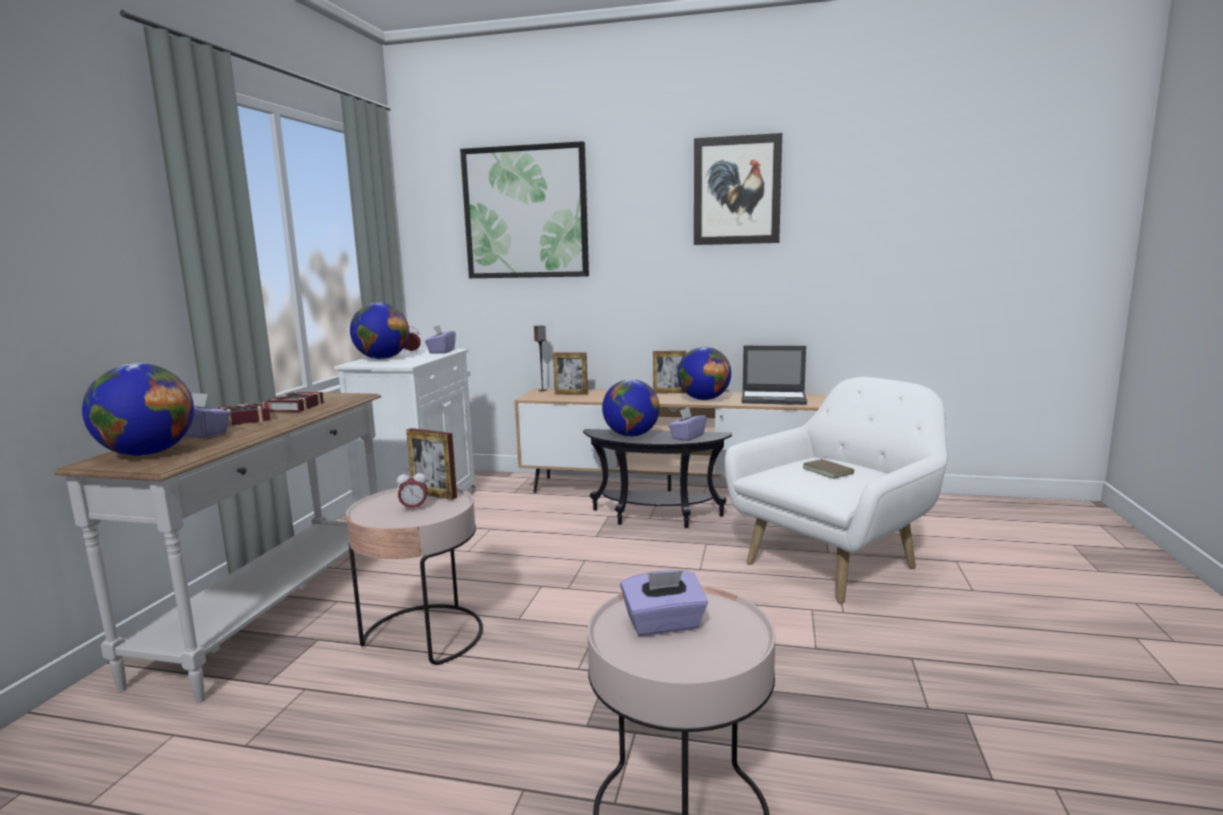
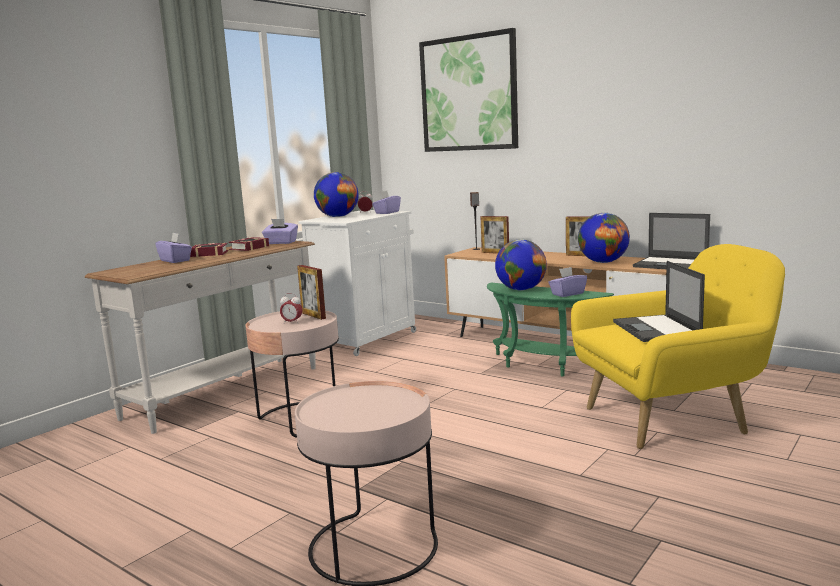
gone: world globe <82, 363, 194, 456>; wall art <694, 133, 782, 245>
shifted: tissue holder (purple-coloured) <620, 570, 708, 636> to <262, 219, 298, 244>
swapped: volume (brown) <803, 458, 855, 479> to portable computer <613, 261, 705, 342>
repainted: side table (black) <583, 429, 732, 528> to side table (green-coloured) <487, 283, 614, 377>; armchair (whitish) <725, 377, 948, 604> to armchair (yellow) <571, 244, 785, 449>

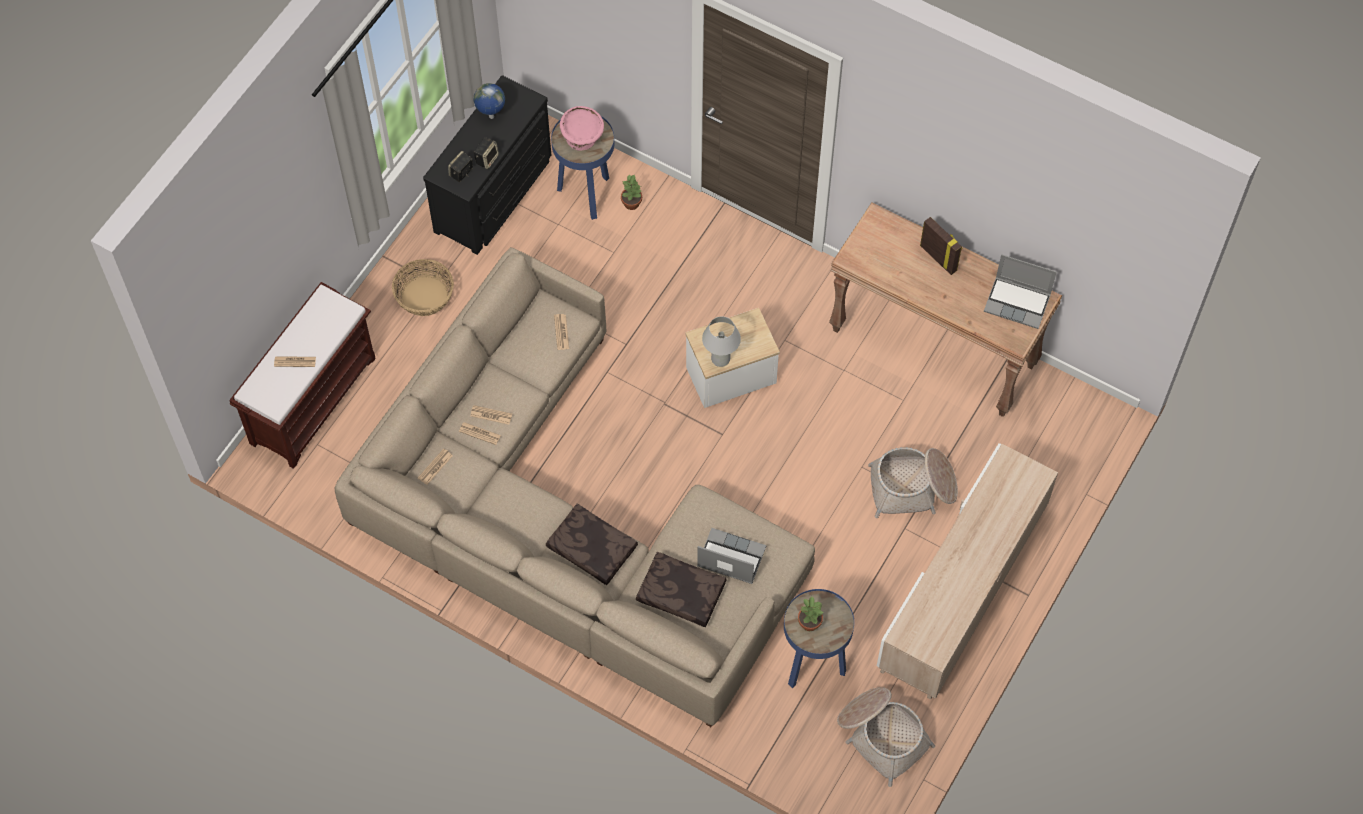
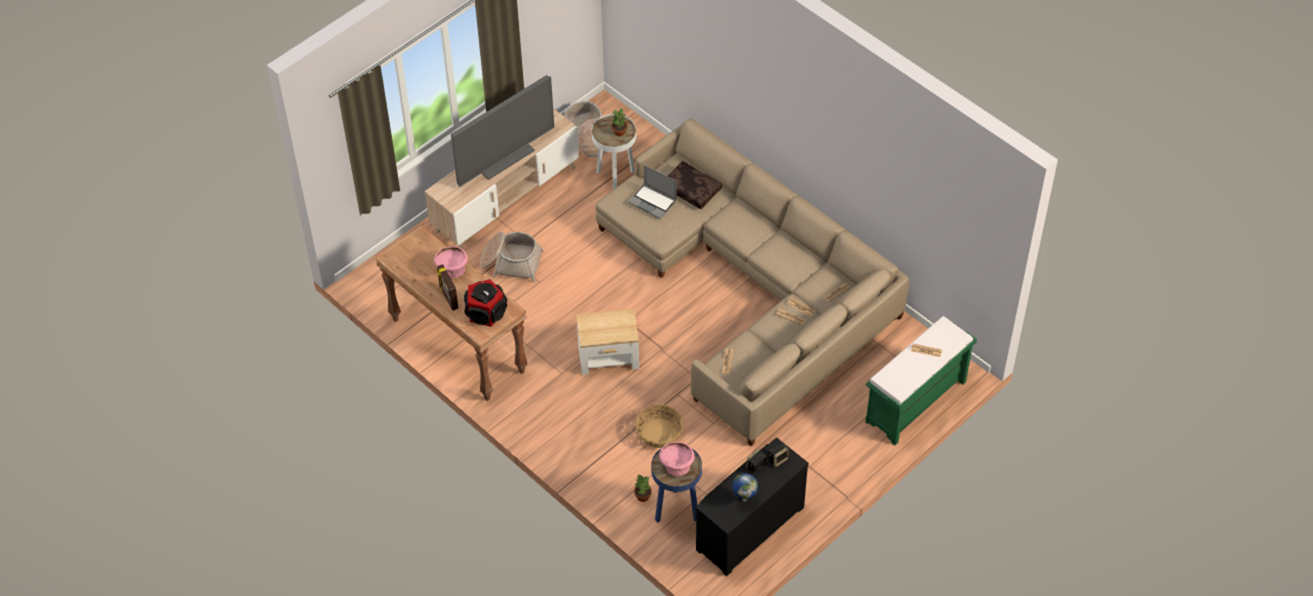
gone: cushion (brown) <546, 504, 638, 585>; tabletop lamp (whitish) <702, 316, 741, 367>; portable computer <984, 254, 1057, 329>
new: bowl (pinkish) <434, 246, 468, 278>; TV set <451, 75, 554, 187>; loudspeaker <464, 279, 507, 327>
shifted: basket <392, 259, 454, 316> to <635, 405, 683, 448>
repainted: long seat (brown) <229, 282, 376, 469> to long seat (green-coloured) <865, 316, 977, 445>; side table (blue) <784, 589, 854, 688> to side table (whitish) <591, 114, 636, 190>

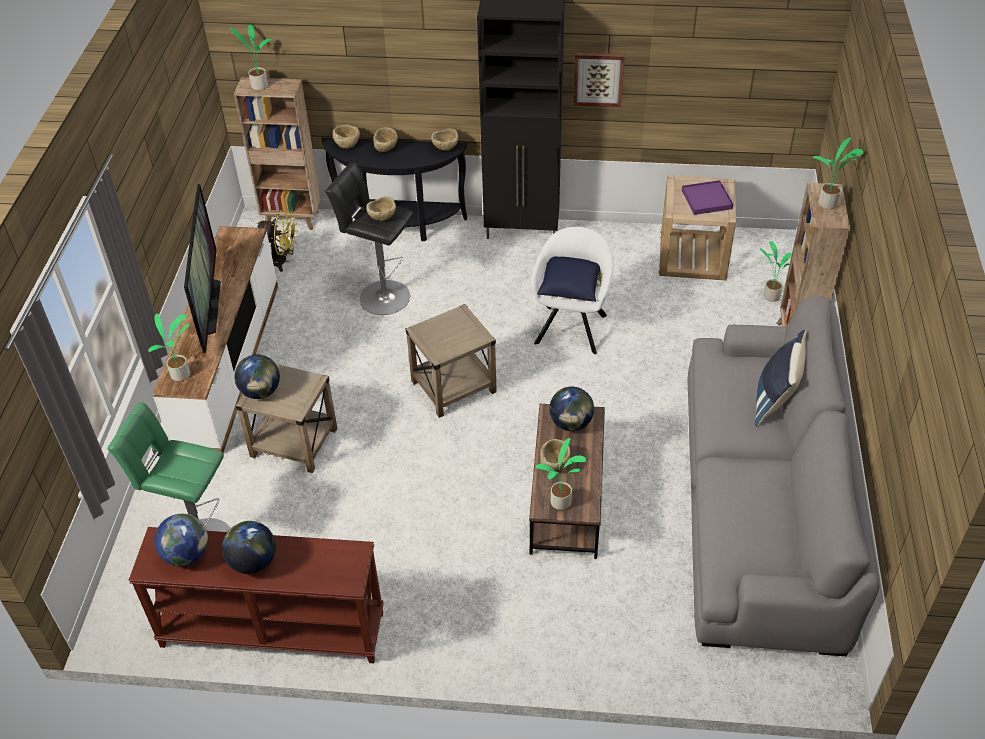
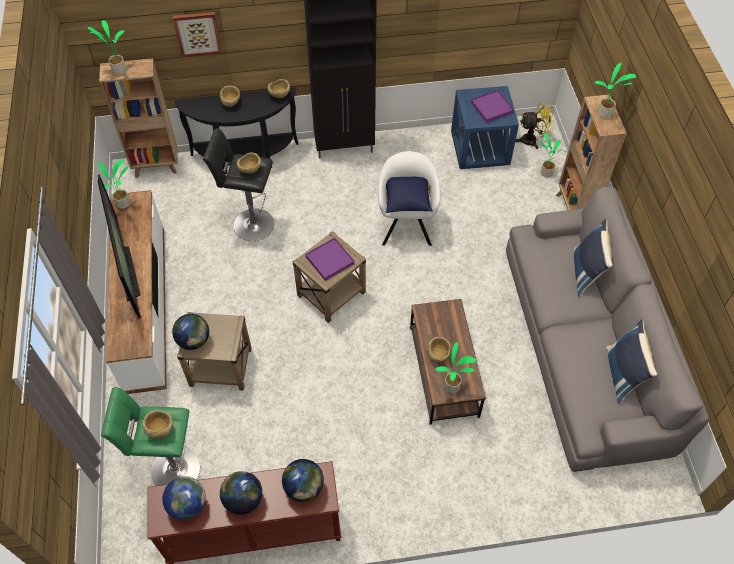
new: serving tray (purple-coloured) <305, 238, 355, 281>; cushion (blue) <606, 319, 657, 404>
shifted: plant in a pot <148, 314, 190, 381> to <98, 159, 130, 209>; cooling fan (yellow) <256, 210, 298, 272> to <515, 102, 554, 149>; bowl (beige) <333, 125, 360, 149> to <142, 410, 173, 439>; world globe <549, 387, 594, 431> to <282, 459, 324, 502>; wall art <573, 53, 625, 107> to <173, 12, 222, 57>
repainted: side table (beige) <659, 175, 736, 280> to side table (blue) <451, 86, 519, 169>

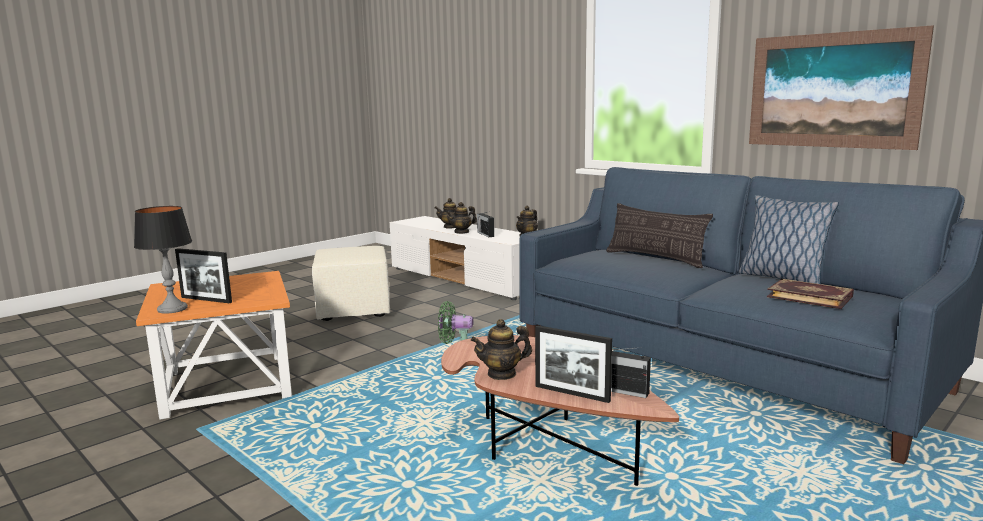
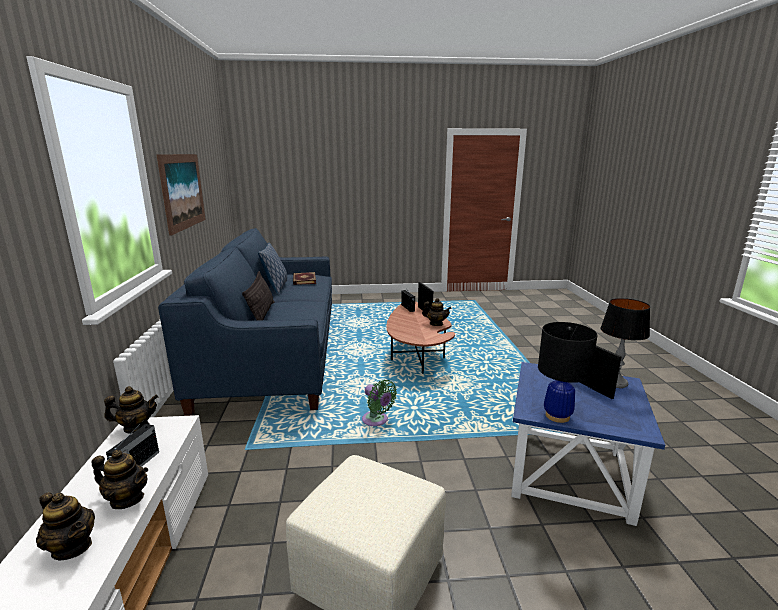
new: tabletop lamp (black) <538, 322, 597, 423>
repainted: side table (orange-coloured) <136, 271, 292, 420> to side table (blue) <511, 362, 665, 526>

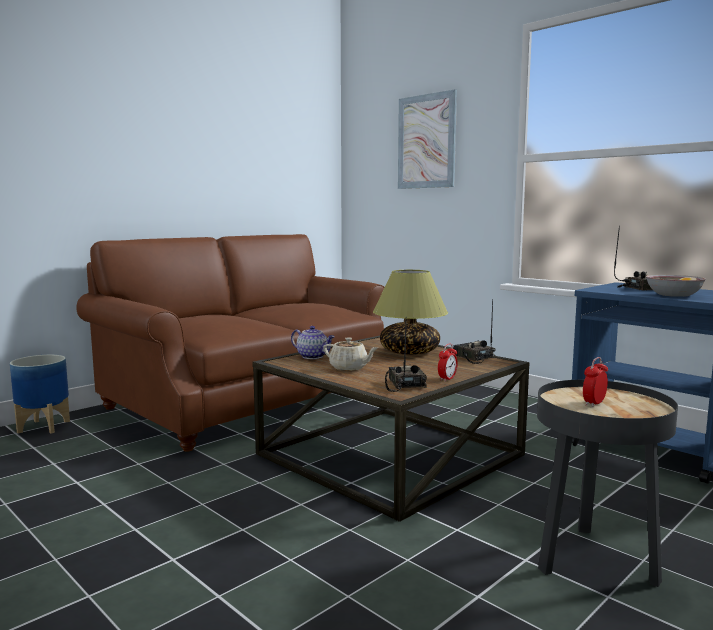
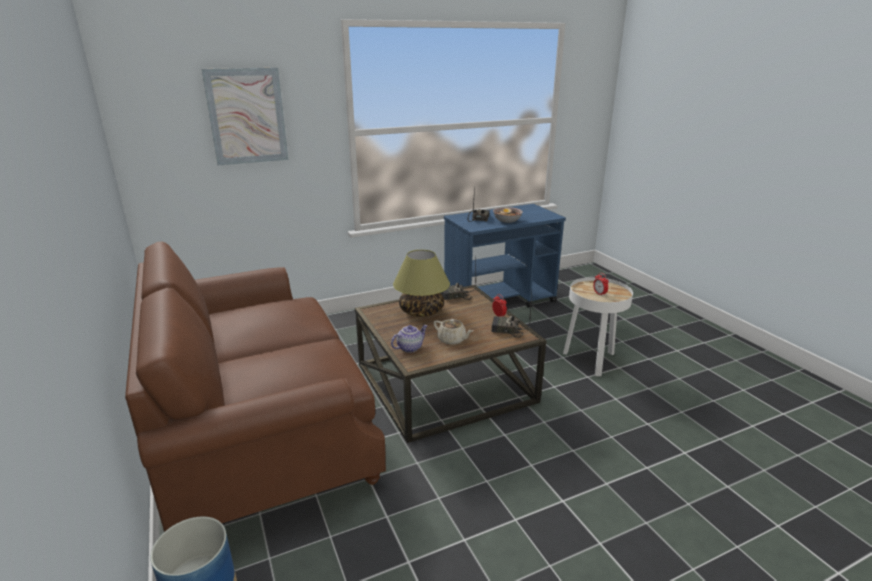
repainted: side table (black) <537, 380, 678, 587> to side table (whitish) <563, 277, 633, 376>
rotated: tea pot (beige) <323, 337, 377, 371> = <433, 319, 473, 345> 75 degrees clockwise

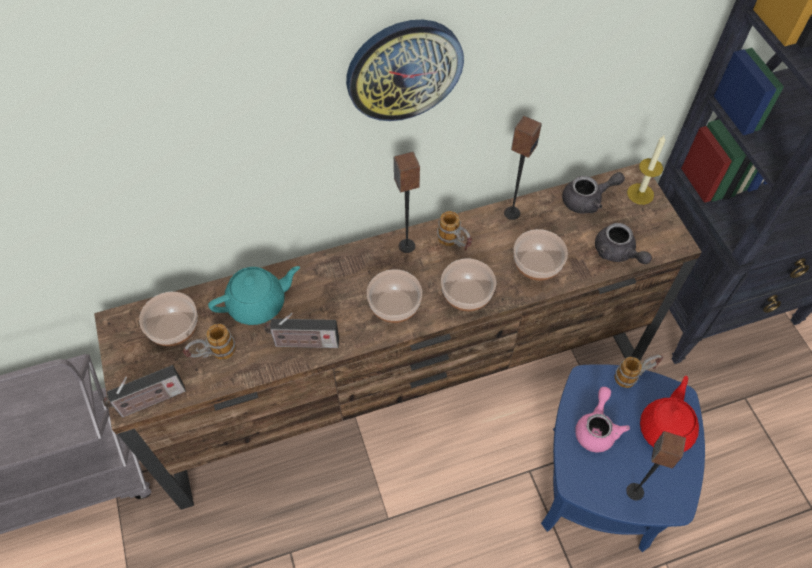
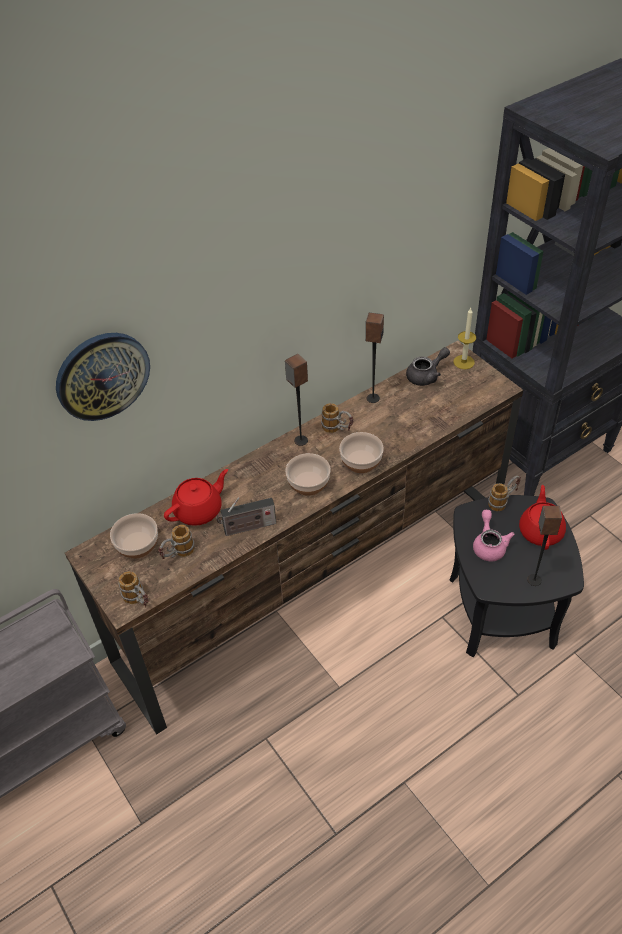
gone: bowl <514, 229, 568, 281>; tea pot (grey) <595, 223, 652, 264>
shifted: wall clock <346, 20, 464, 121> to <56, 333, 150, 421>
swapped: radio <103, 365, 186, 418> to mug <119, 571, 149, 608>
repainted: tea pot (turquoise) <208, 266, 300, 325> to tea pot (reddish) <164, 469, 228, 526>; side table (blue) <541, 364, 705, 552> to side table (black) <449, 495, 584, 657>

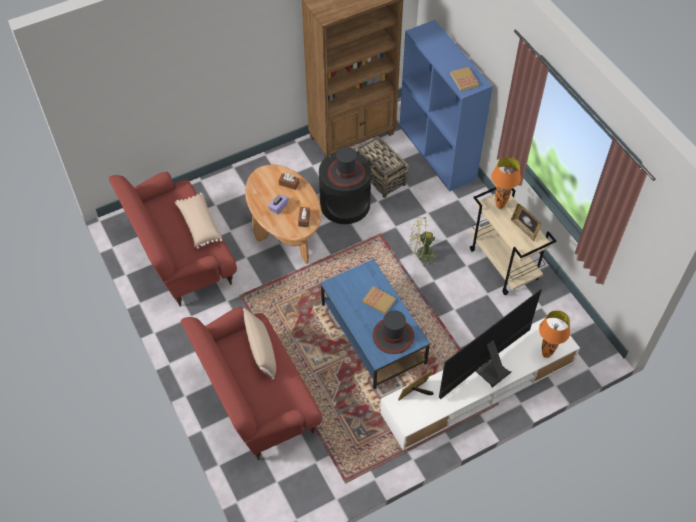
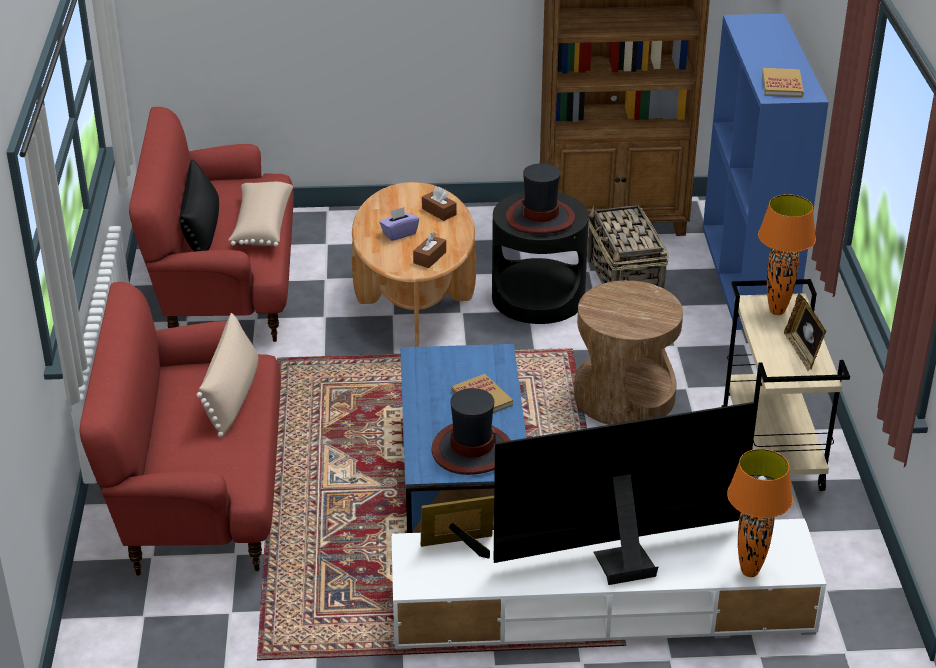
new: cushion (black) <180, 159, 219, 252>
swapped: cooling fan (green-coloured) <409, 217, 440, 266> to side table (brown) <574, 280, 683, 425>

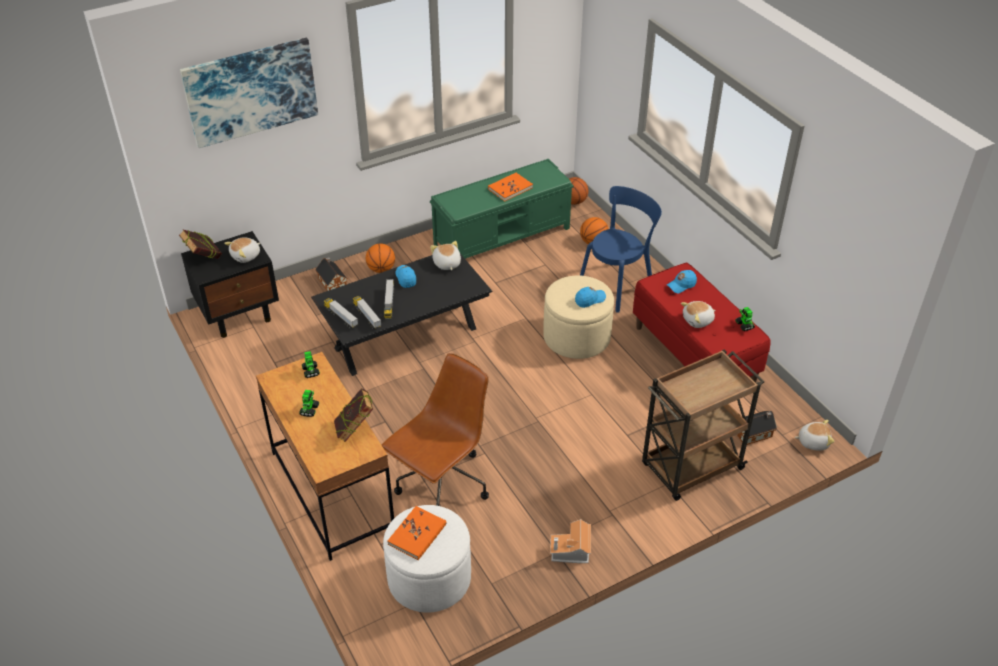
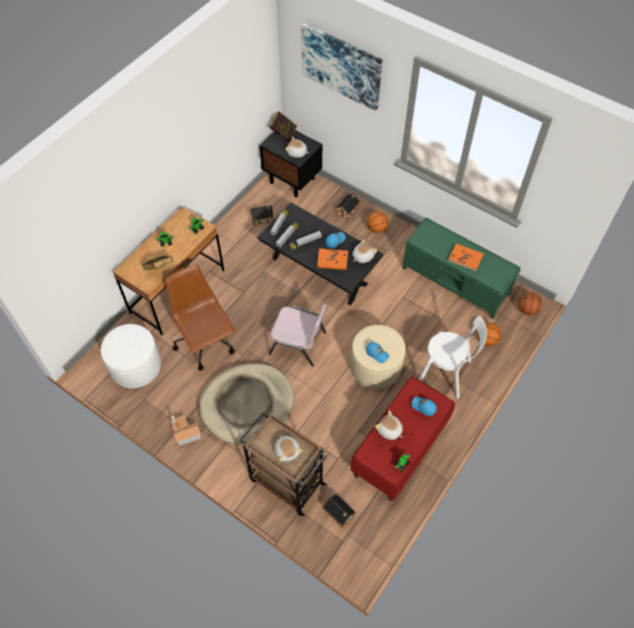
new: dog bed (beige) <199, 363, 294, 444>; miniature house <250, 205, 274, 225>; plain chair (pinkish) <268, 304, 326, 367>
shifted: volume (orange-coloured) <387, 506, 447, 560> to <317, 248, 348, 270>; soft toy <795, 420, 835, 450> to <274, 435, 303, 462>
repainted: plain chair (blue) <580, 186, 662, 313> to plain chair (whitish) <419, 316, 487, 398>
rotated: desk chair (brown) <382, 353, 489, 506> = <165, 265, 236, 371> 135 degrees counterclockwise

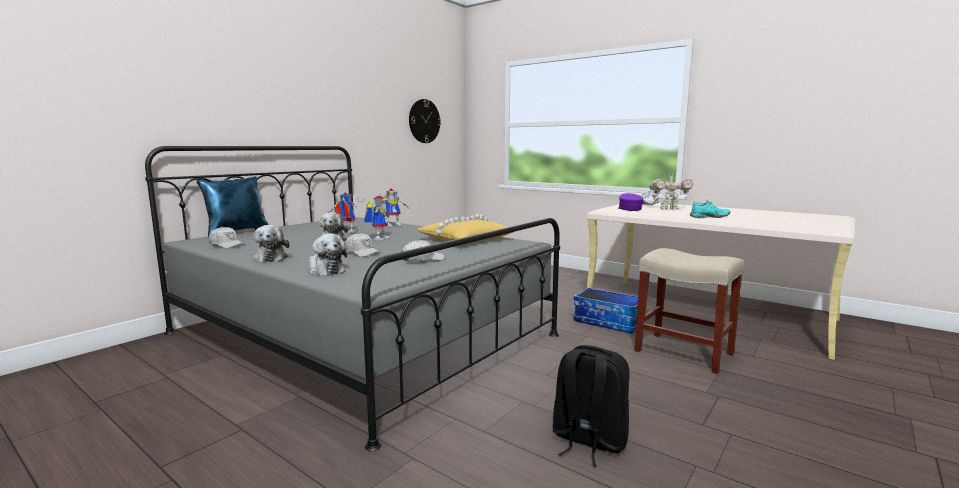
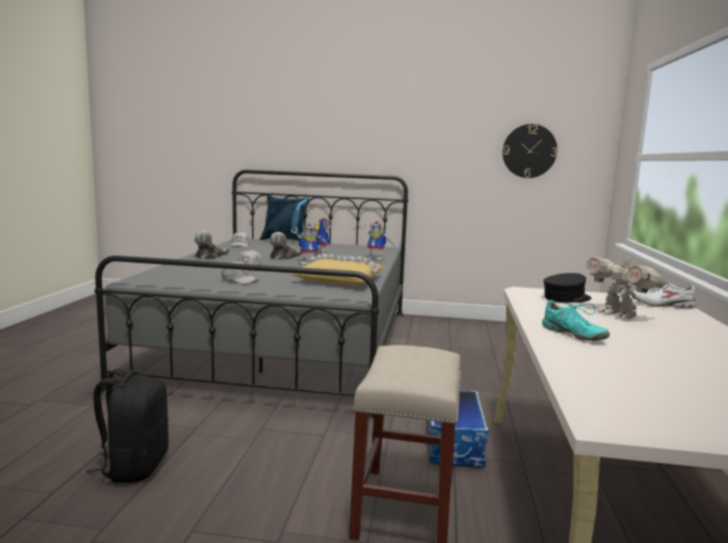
gone: soft toy <308, 234, 347, 276>
repainted: peaked cap (purple-coloured) <618, 193, 643, 211> to peaked cap (black) <543, 273, 591, 302>

